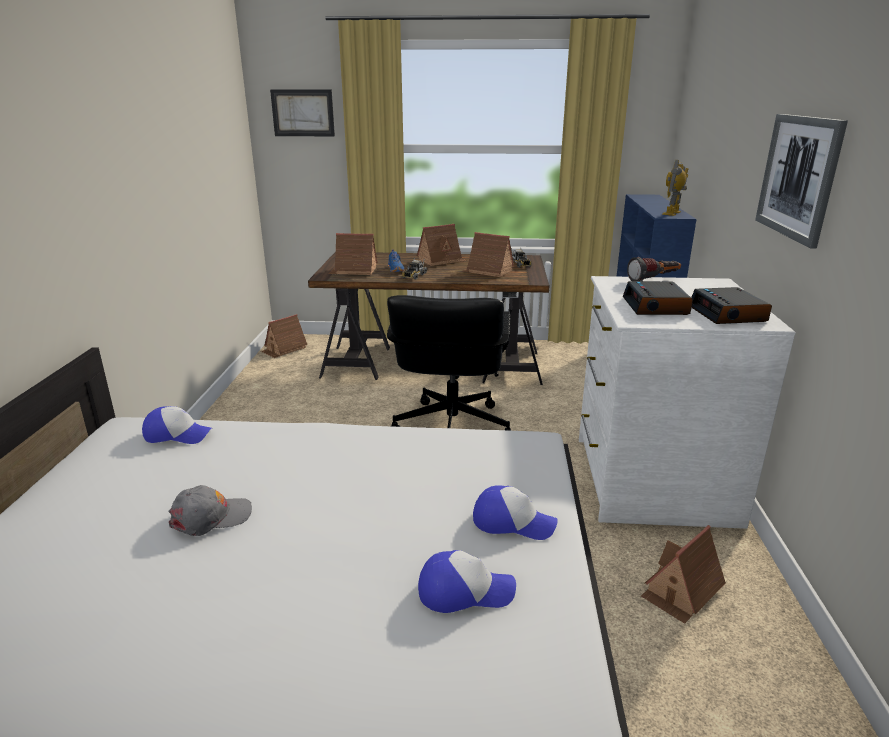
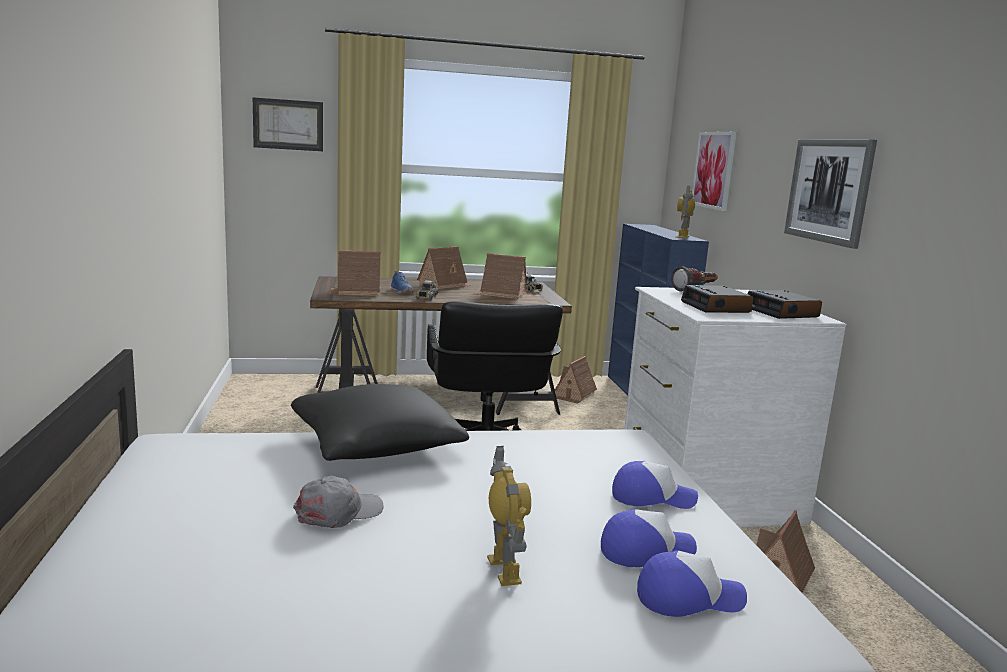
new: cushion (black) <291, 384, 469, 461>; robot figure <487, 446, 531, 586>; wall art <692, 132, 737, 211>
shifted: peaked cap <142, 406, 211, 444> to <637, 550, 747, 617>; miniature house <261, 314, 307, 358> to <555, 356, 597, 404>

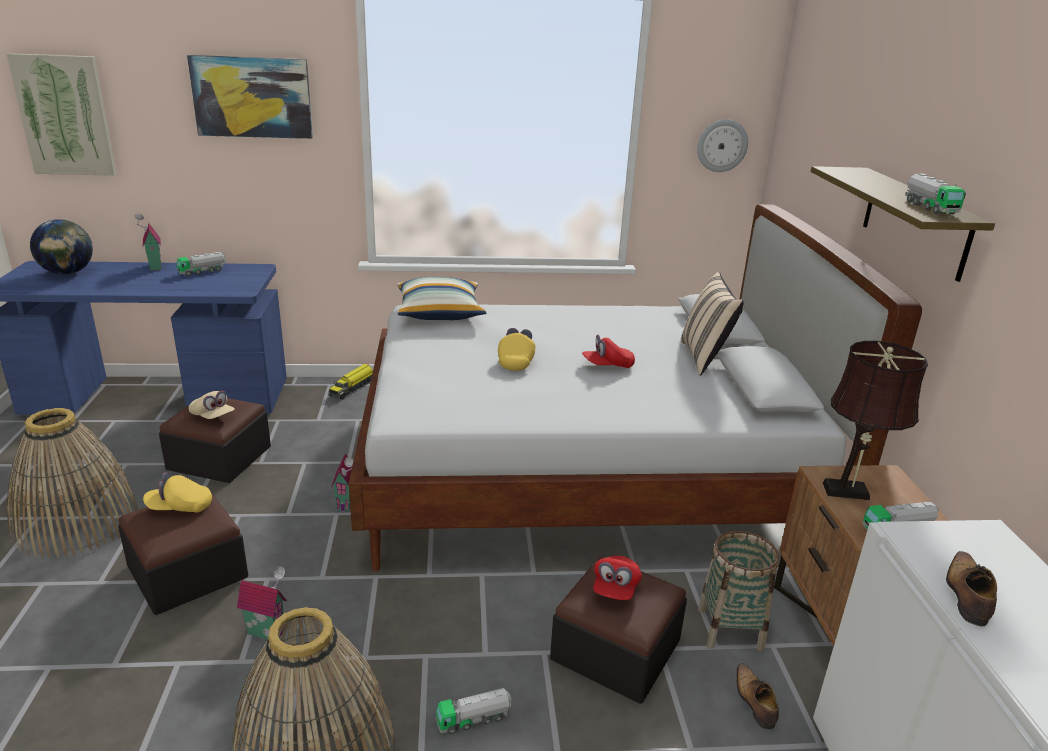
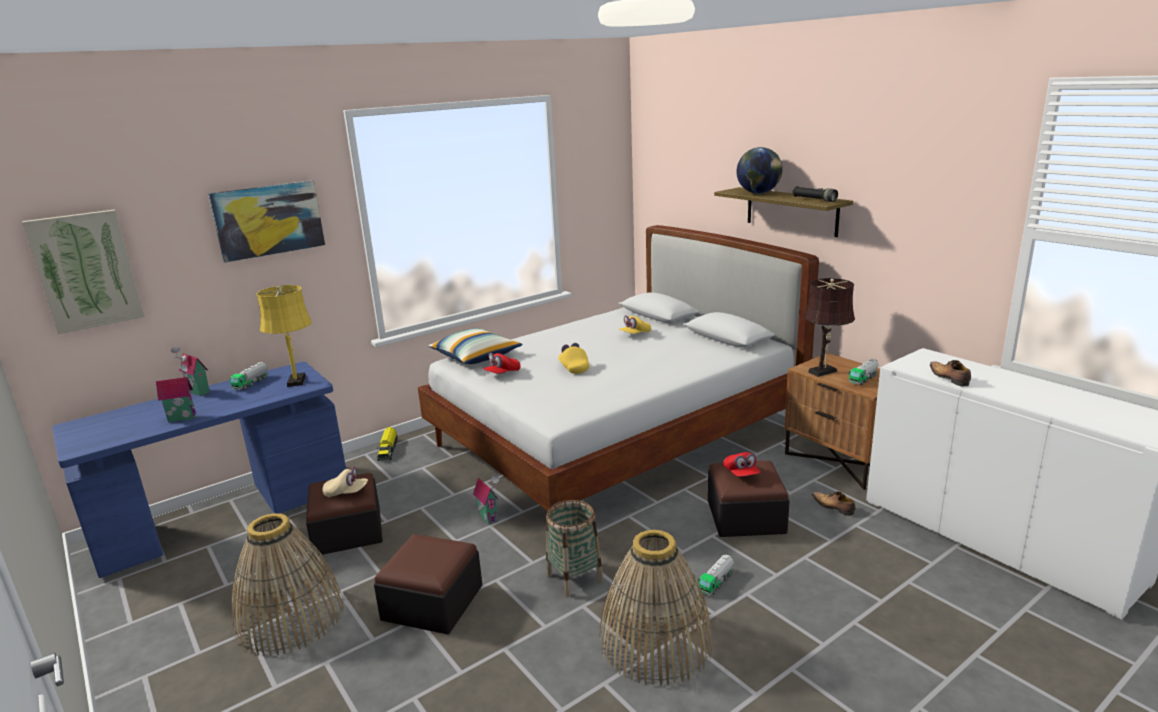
gone: cushion (beige) <681, 272, 744, 376>; wall clock <697, 119, 748, 172>
new: tabletop lamp (yellow) <257, 285, 312, 387>
shifted: world globe <30, 219, 93, 275> to <737, 147, 783, 194>; peaked cap (yellow) <143, 472, 212, 512> to <619, 315, 651, 334>; miniature house <237, 566, 287, 639> to <156, 364, 197, 423>; peaked cap (reddish) <582, 335, 635, 368> to <483, 353, 521, 374>; basket <698, 531, 779, 651> to <546, 500, 604, 597>
swapped: model truck <905, 174, 966, 214> to torch (black) <792, 186, 838, 202>

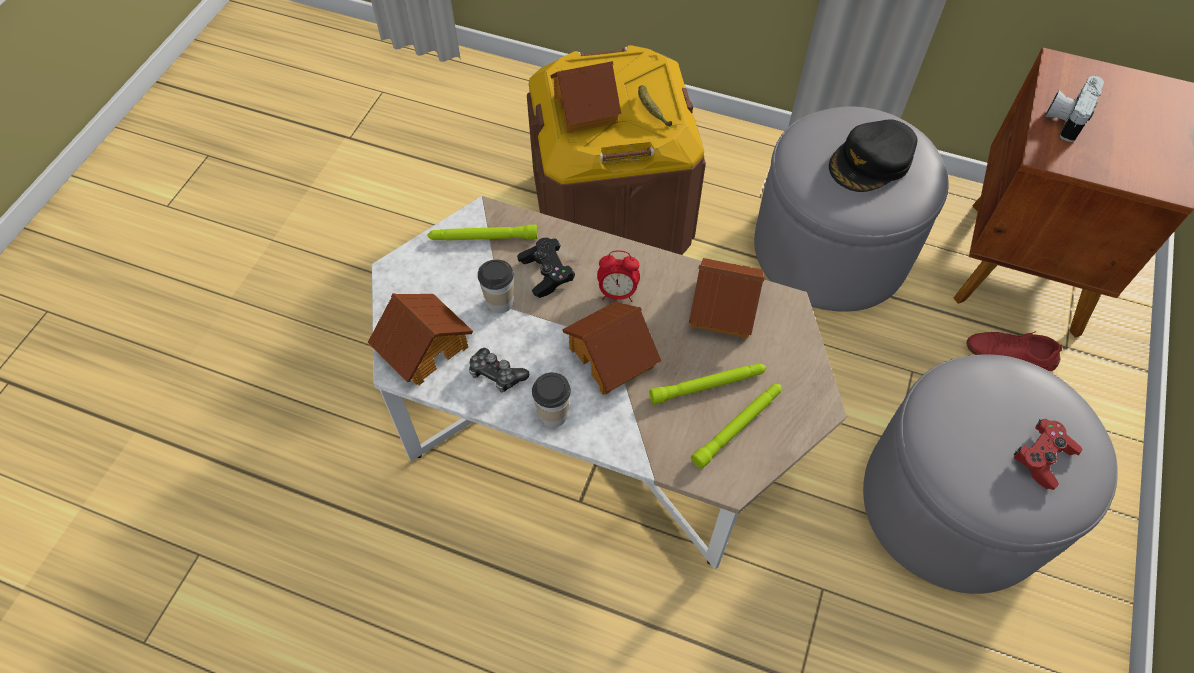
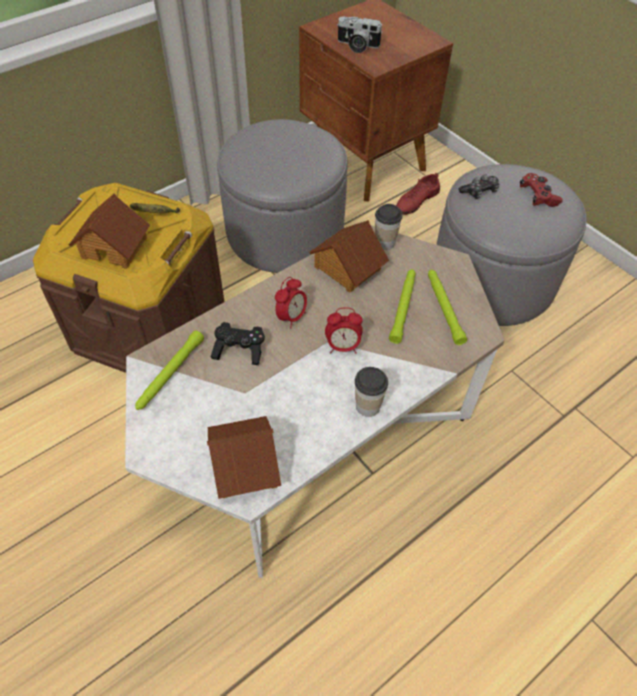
gone: peaked cap (black) <829, 119, 917, 192>
shifted: joypad <469, 348, 529, 393> to <459, 174, 499, 199>; drinking cup <478, 259, 514, 313> to <375, 204, 403, 250>
swapped: miniature house <562, 301, 661, 395> to table clock <325, 307, 363, 353>
rotated: photo camera <1045, 76, 1104, 142> = <337, 16, 383, 53> 45 degrees counterclockwise

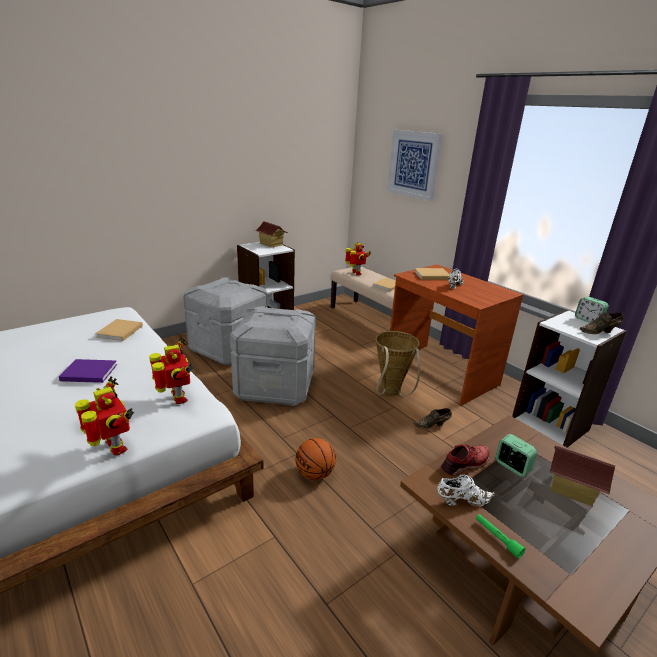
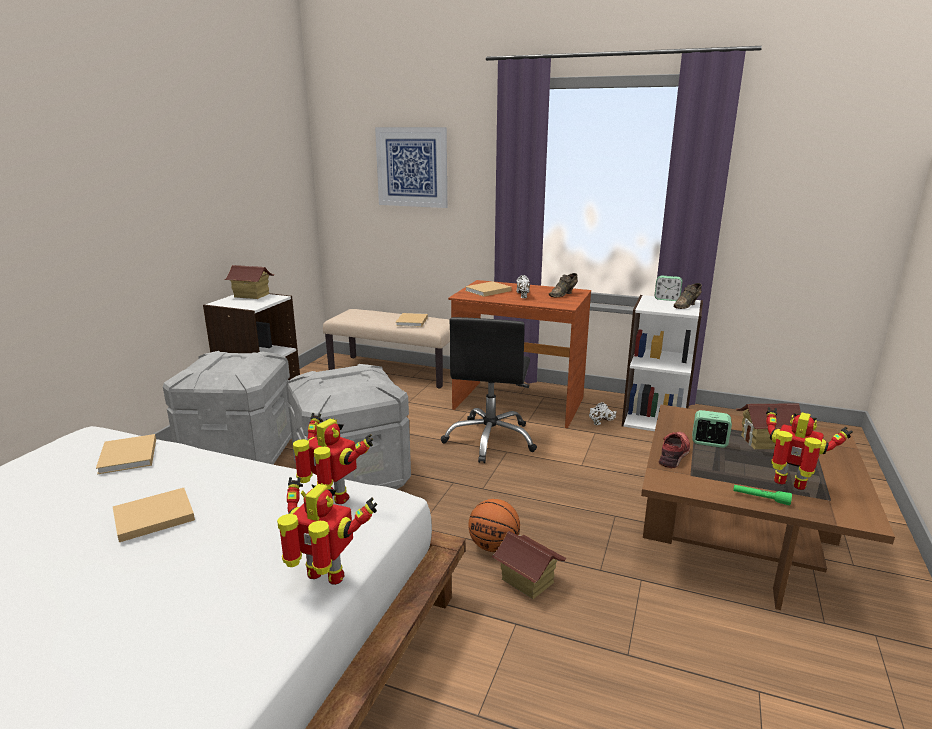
new: miniature house <491, 531, 566, 599>
shifted: robot figure <345, 242, 371, 275> to <766, 407, 853, 490>; low shoe (brown) <413, 408, 452, 429> to <549, 273, 578, 297>; low shoe (whitish) <437, 475, 496, 506> to <589, 402, 617, 425>
swapped: basket <376, 331, 420, 396> to desk chair (black) <441, 317, 537, 463>
repainted: volume (purple-coloured) <59, 359, 117, 383> to volume (beige) <113, 488, 195, 542>

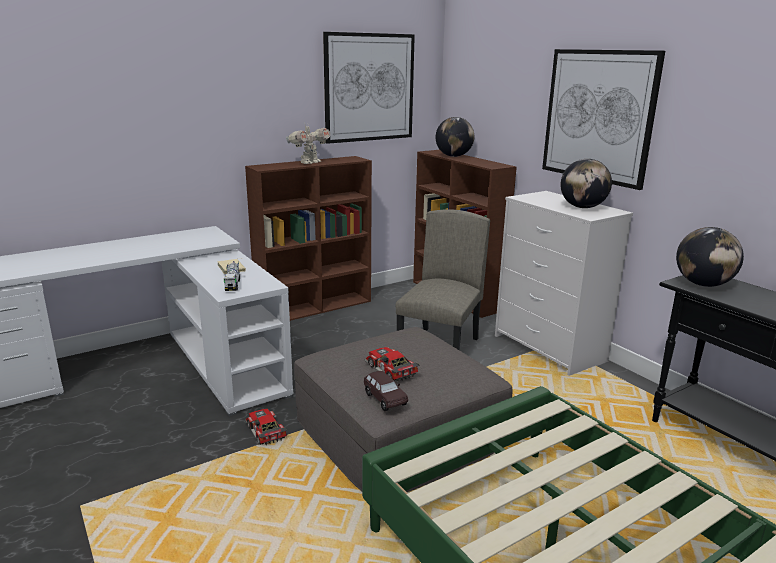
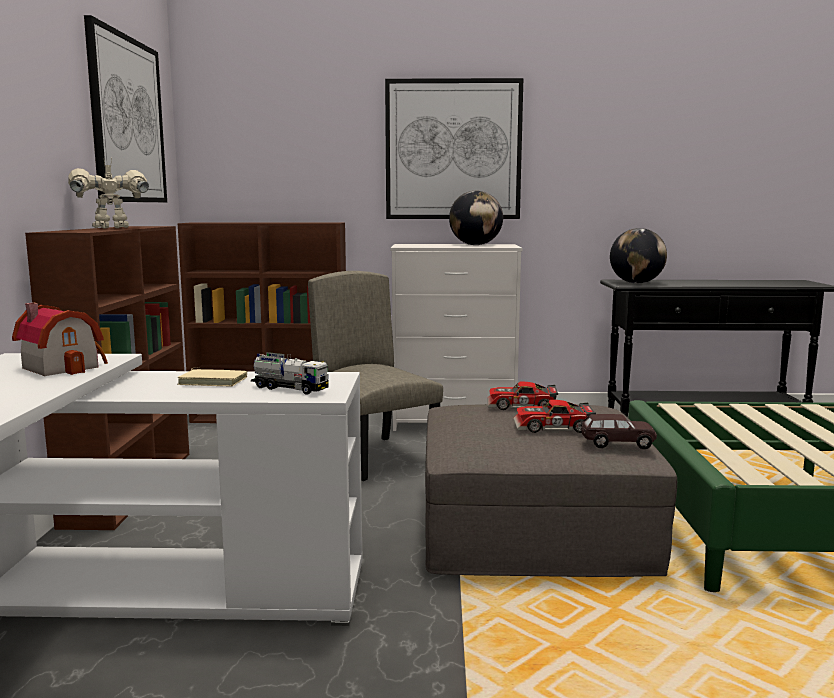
gone: world globe <436, 117, 474, 157>
new: miniature house <12, 303, 108, 376>
shifted: miniature car <245, 409, 287, 445> to <487, 382, 558, 410>
rotated: robot figure <286, 122, 330, 164> = <68, 158, 149, 229> 105 degrees counterclockwise

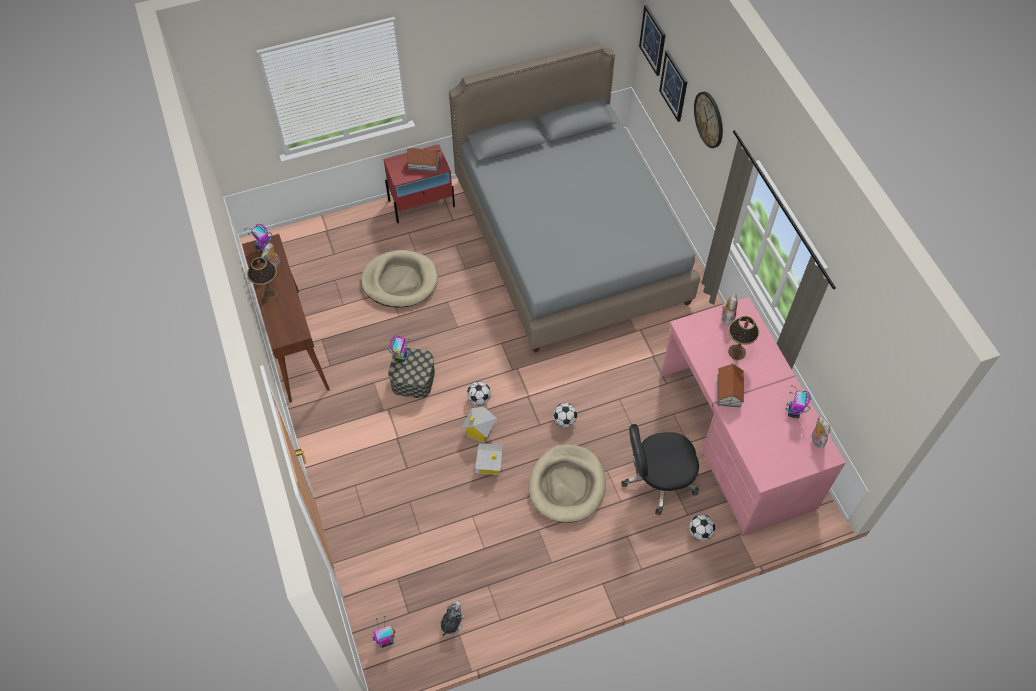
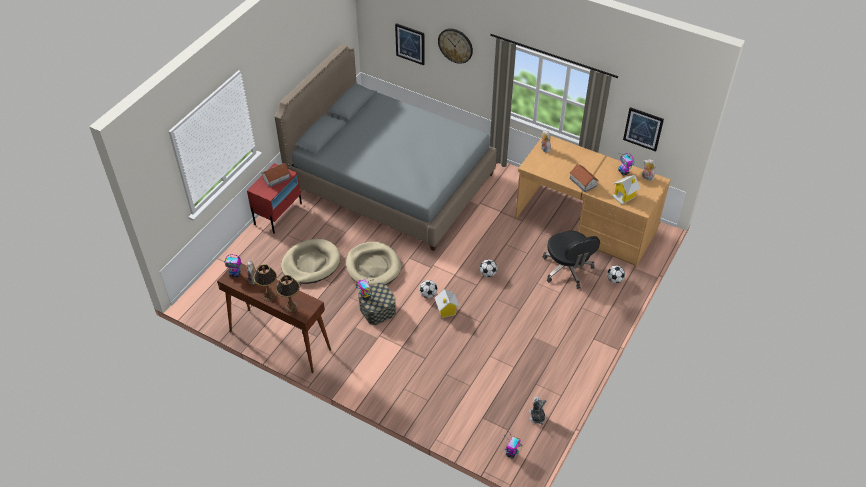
shifted: miniature house <475, 443, 503, 475> to <612, 175, 641, 205>; dog bed (beige) <529, 444, 606, 523> to <346, 242, 401, 286>; wall art <639, 4, 666, 76> to <623, 107, 664, 152>; tabletop lamp <728, 316, 759, 360> to <276, 275, 300, 312>
repainted: desk (pinkish) <661, 297, 846, 536> to desk (brown) <515, 135, 671, 267>
rotated: desk chair (black) <621, 424, 699, 515> = <543, 231, 600, 289> 60 degrees counterclockwise

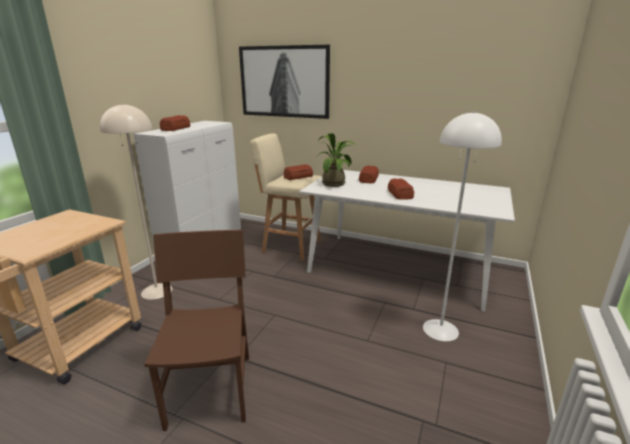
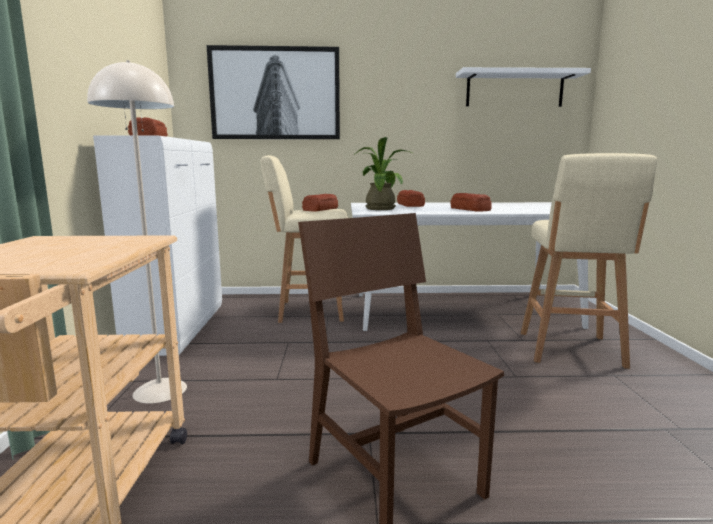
new: shelf (whitish) <456, 67, 591, 107>
swapped: standing lamp (whitish) <423, 111, 502, 341> to stool (beige) <521, 153, 657, 369>

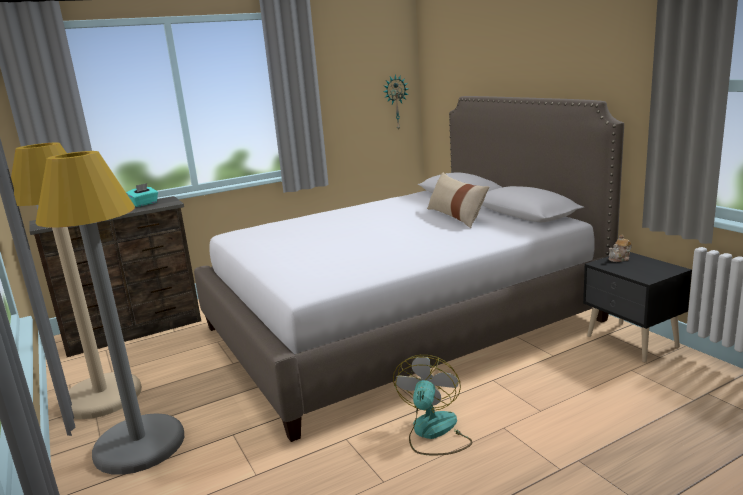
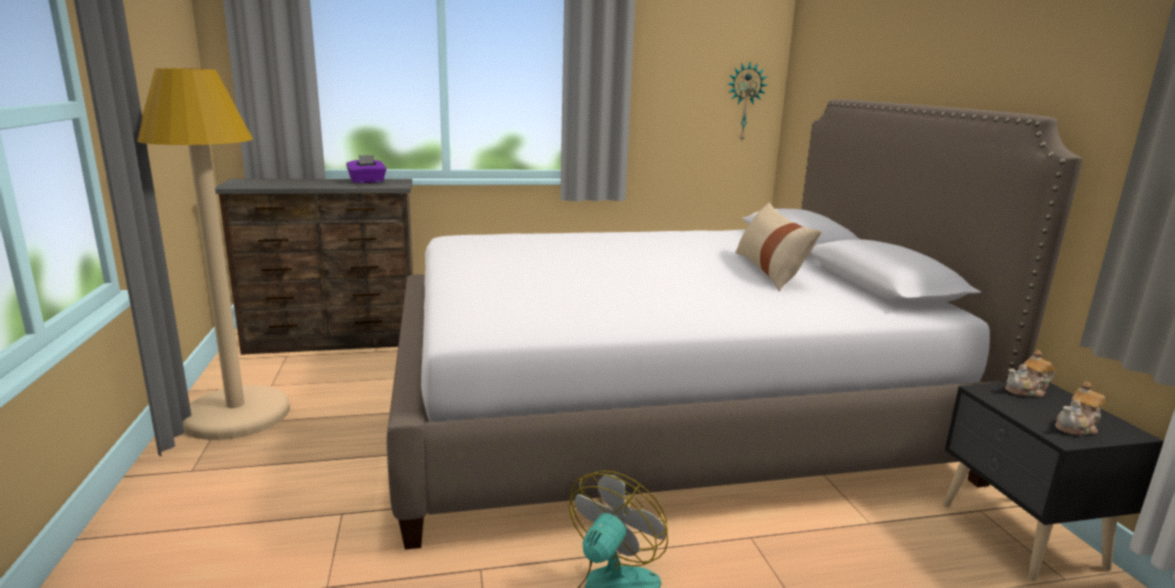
gone: standing lamp (grey) <36, 151, 184, 475>
new: tea pot <1055, 382, 1106, 435>
repainted: tissue holder (turquoise) <126, 183, 158, 207> to tissue holder (purple-coloured) <346, 155, 386, 183>

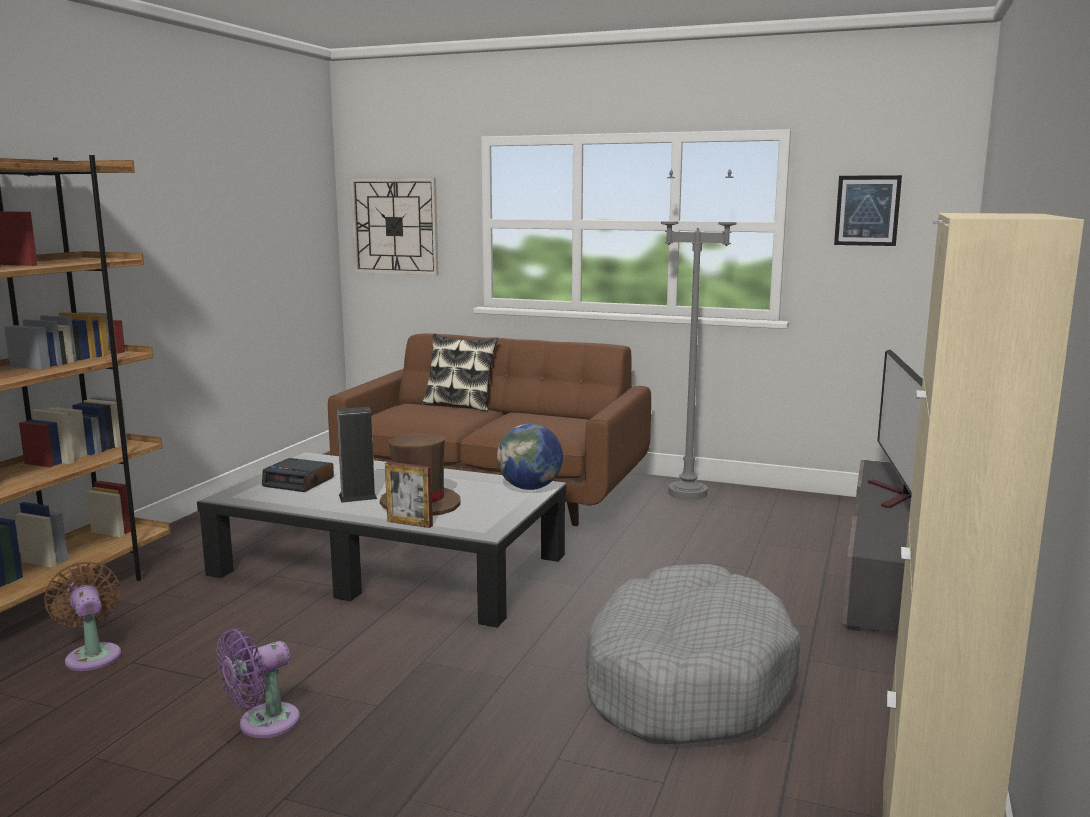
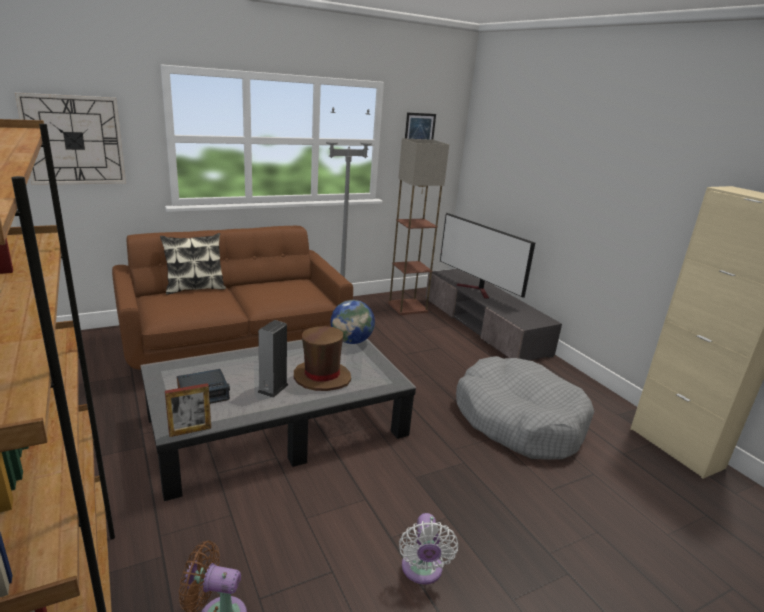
new: standing lamp <388, 138, 449, 315>
shifted: standing frame <385, 462, 433, 528> to <165, 383, 211, 437>
repainted: cooling fan (purple-coloured) <216, 628, 300, 738> to cooling fan (whitish) <399, 513, 458, 585>

